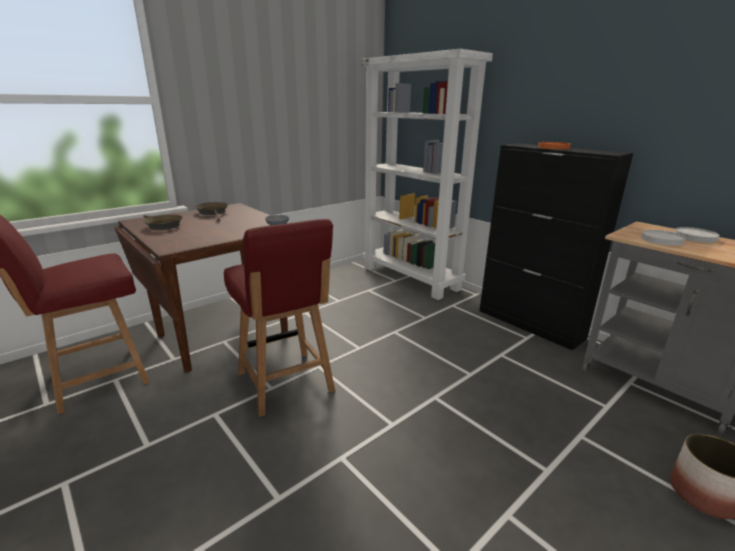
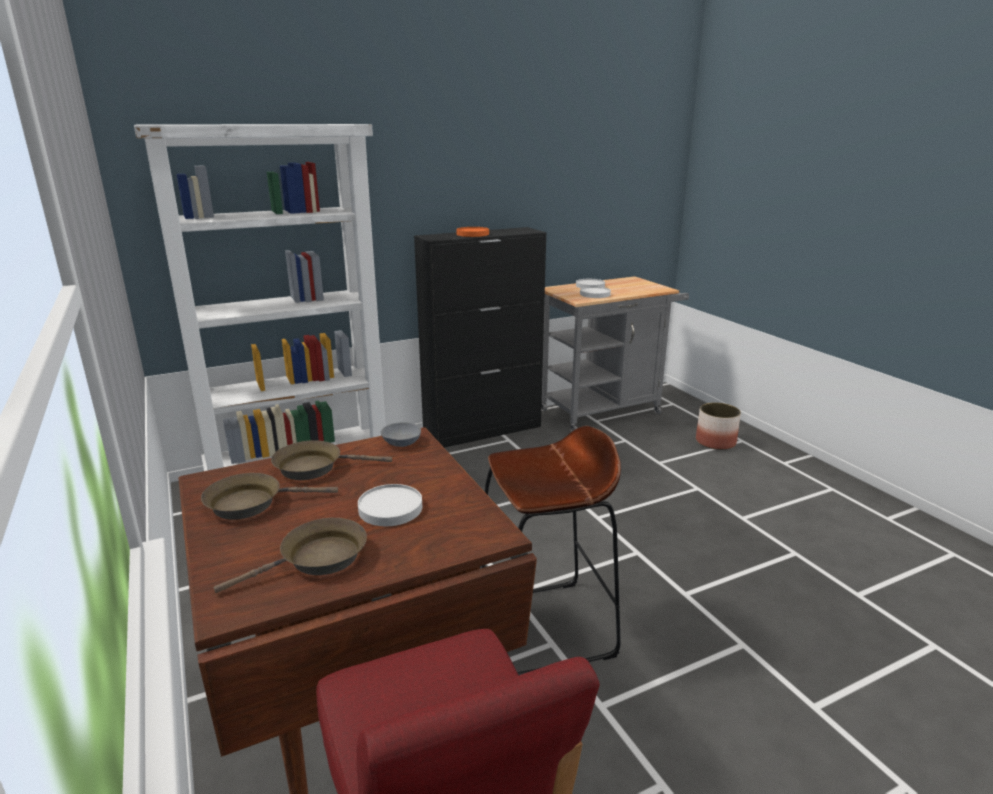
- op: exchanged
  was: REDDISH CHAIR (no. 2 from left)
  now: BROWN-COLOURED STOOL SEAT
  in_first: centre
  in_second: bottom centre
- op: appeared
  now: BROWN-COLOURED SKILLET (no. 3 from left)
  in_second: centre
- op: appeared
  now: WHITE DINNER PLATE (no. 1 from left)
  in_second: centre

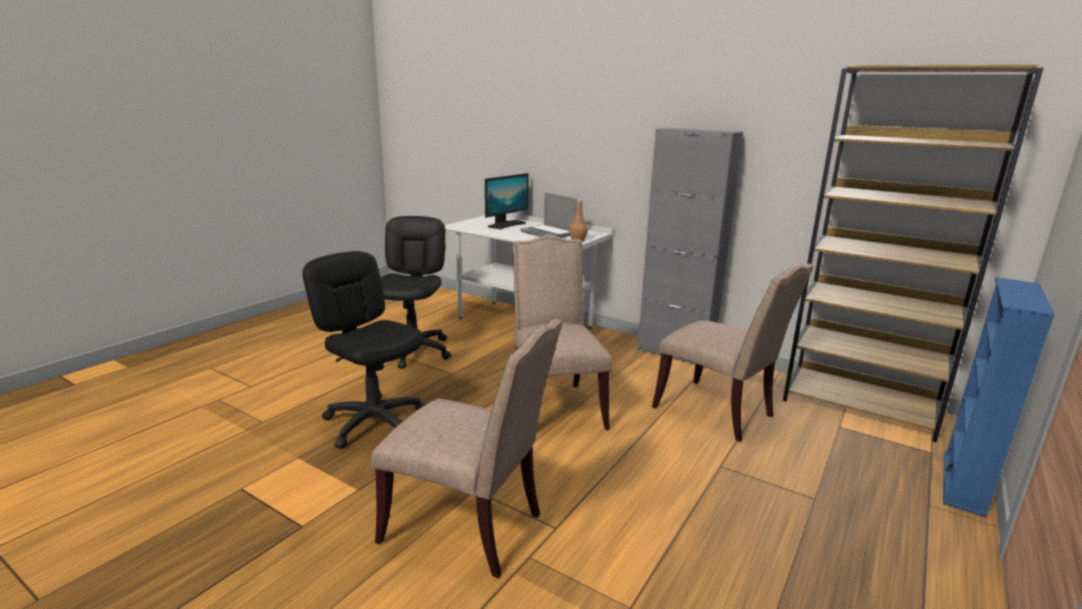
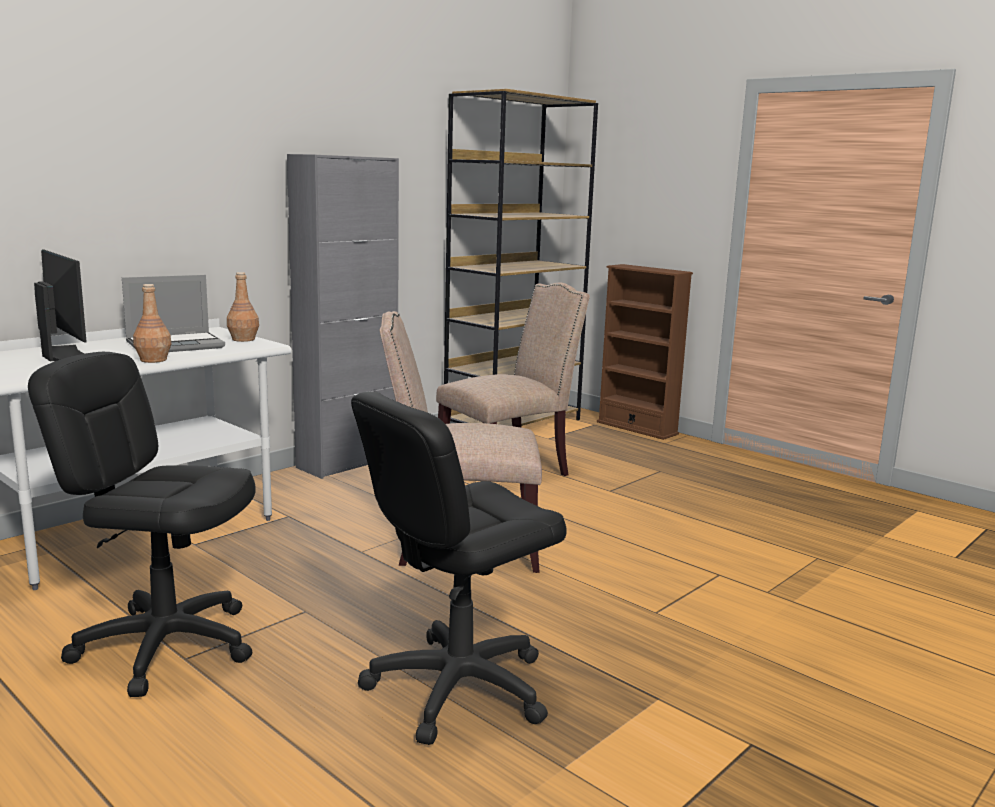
- op: colour
  was: BLUE-COLOURED BOOKCASE
  now: BROWN-COLOURED BOOKCASE (no. 2 from left)
  in_first: middle right
  in_second: centre
- op: missing
  was: BEIGE-COLOURED CHAIR (no. 1 from left)
  in_first: bottom centre
- op: appeared
  now: BROWN-COLOURED BOTTLE (no. 1 from left)
  in_second: middle left

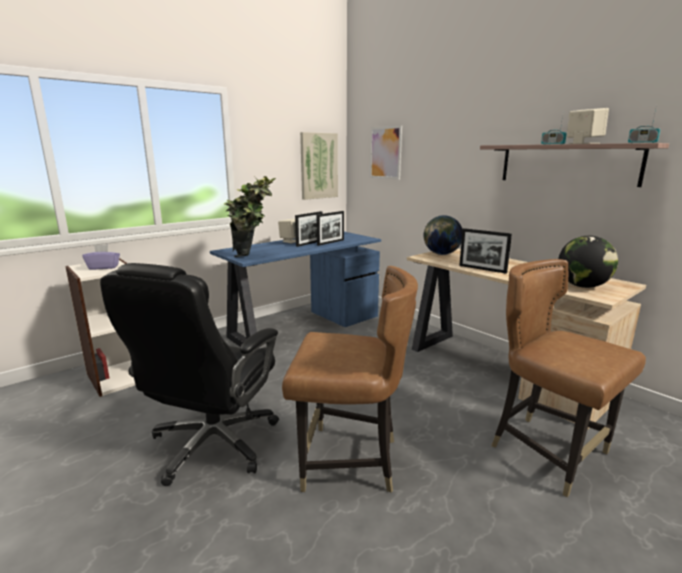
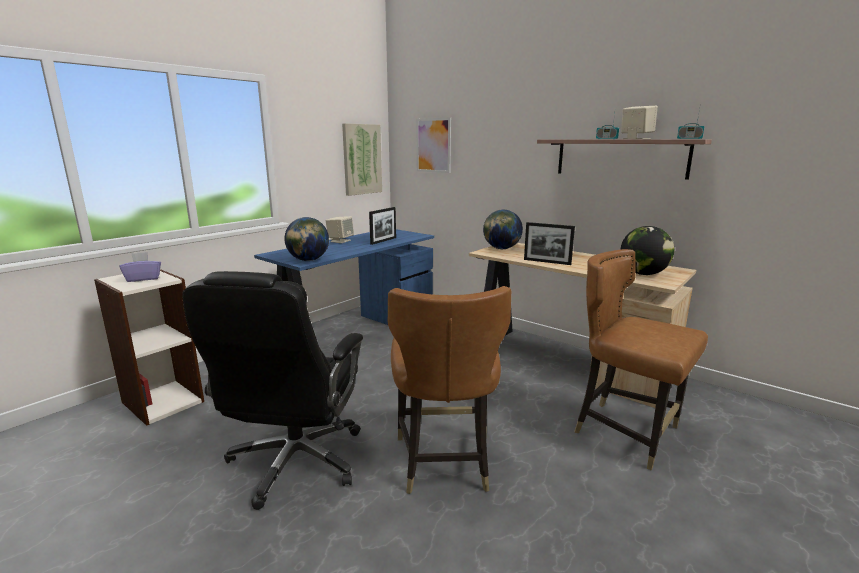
- op: exchanged
  was: POTTED PLANT
  now: WORLD GLOBE (no. 1 from left)
  in_first: centre
  in_second: centre
- op: missing
  was: PICTURE FRAME (no. 1 from left)
  in_first: centre
- op: spun
  was: BROWN-COLOURED CHAIR (no. 1 from left)
  in_first: centre
  in_second: bottom centre
  clockwise: 90

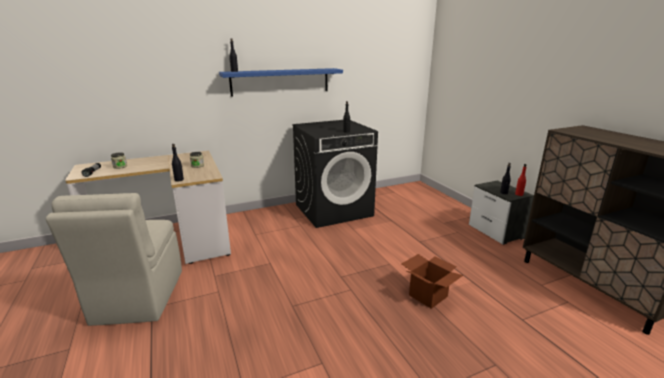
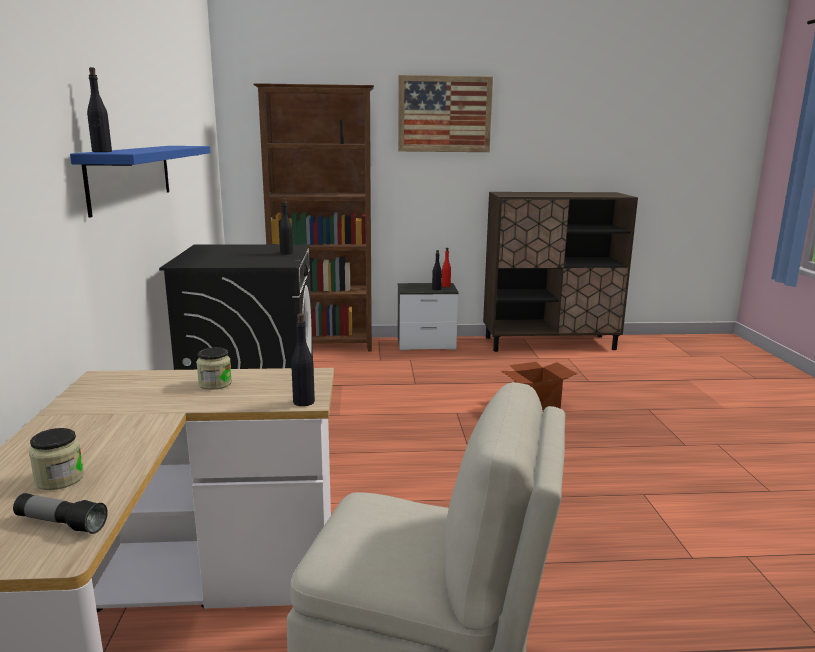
- op: appeared
  now: WALL PICTURE
  in_second: top centre
- op: appeared
  now: BROWN-COLOURED BOOKCASE
  in_second: top centre

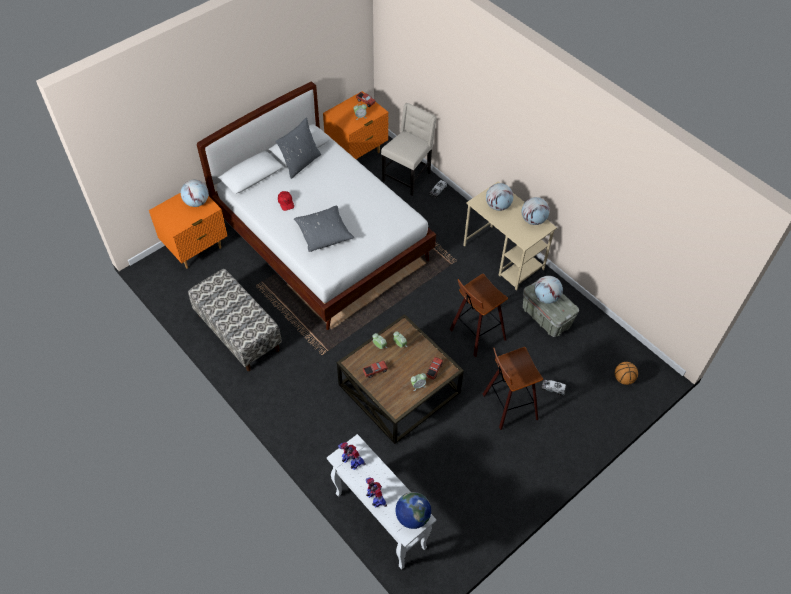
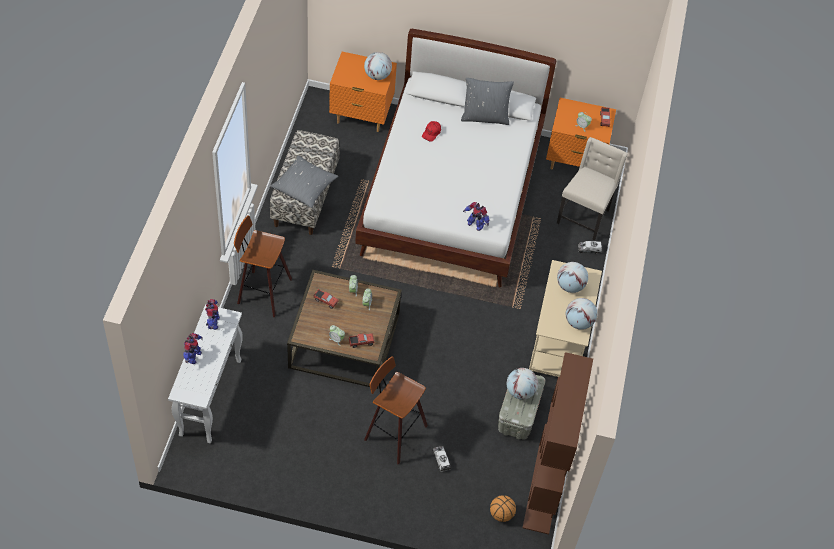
- op: spun
  was: BEIGE-COLOURED CHAIR
  in_first: top centre
  in_second: middle right
  clockwise: -60
- op: relocated
  was: GREY PILLOW (no. 2 from left in the first image)
  now: GREY PILLOW (no. 1 from left)
  in_first: centre
  in_second: top centre
- op: relocated
  was: STOOL SEAT (no. 1 from left)
  in_first: centre
  in_second: middle left
- op: missing
  was: WORLD GLOBE (no. 2 from left)
  in_first: bottom centre
- op: appeared
  now: MODEL ROBOT (no. 3 from left)
  in_second: centre
- op: appeared
  now: BROWN-COLOURED BOOKCASE
  in_second: bottom right

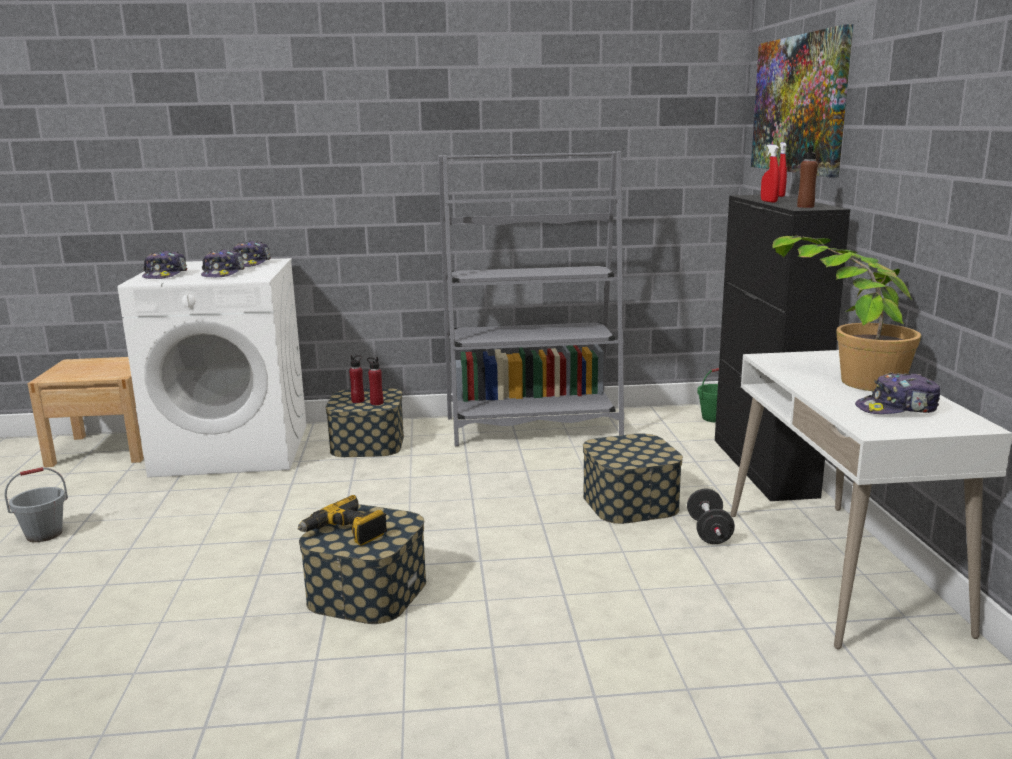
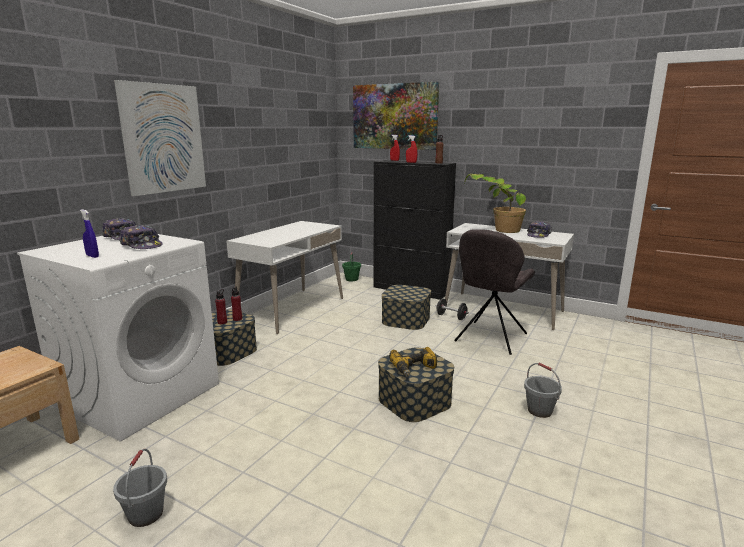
- op: exchanged
  was: GREY BOOKCASE
  now: WHITE DESK (no. 1 from left)
  in_first: centre
  in_second: centre
- op: exchanged
  was: PEAKED CAP (no. 1 from left)
  now: BLUE-COLOURED SPRAY BOTTLE
  in_first: middle left
  in_second: middle left
- op: appeared
  now: WALL PICTURE (no. 1 from left)
  in_second: top left
- op: appeared
  now: GREY CHAIR
  in_second: centre
- op: appeared
  now: GREY BUCKET (no. 2 from left)
  in_second: bottom right

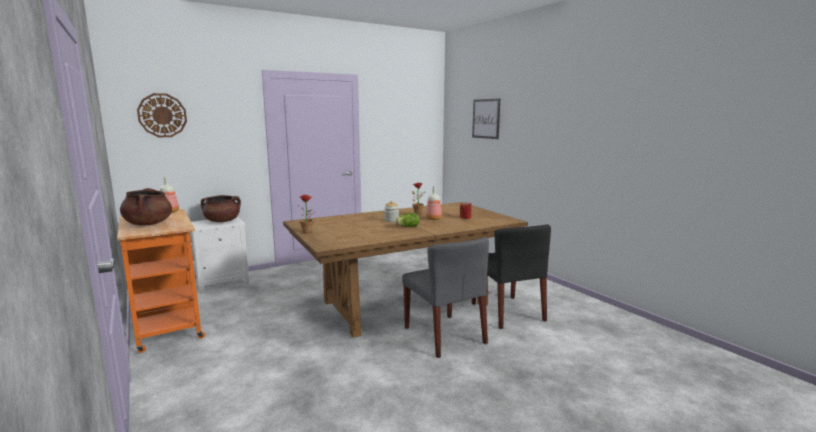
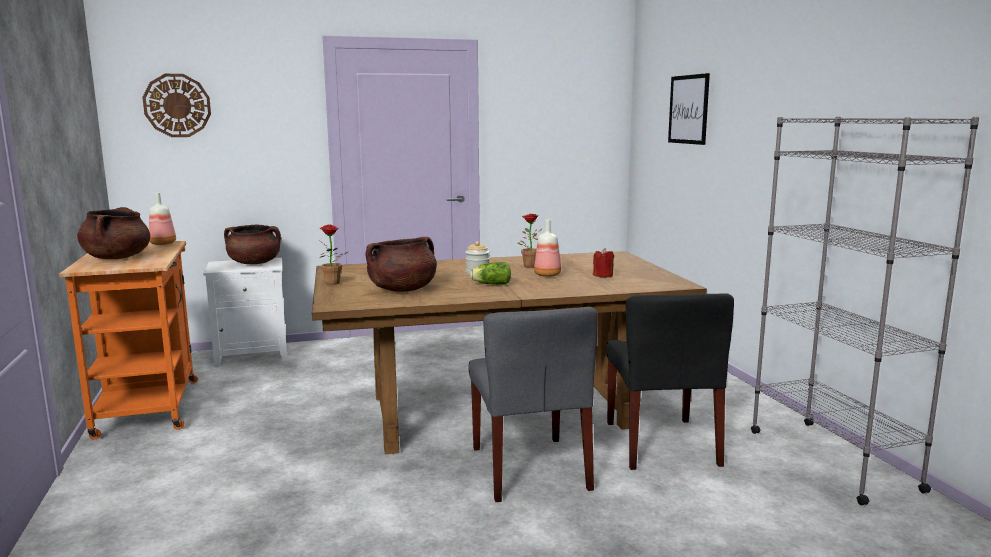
- op: appeared
  now: GREY BOOKCASE
  in_second: middle right
- op: appeared
  now: BROWN-COLOURED COOKING POT (no. 3 from left)
  in_second: centre

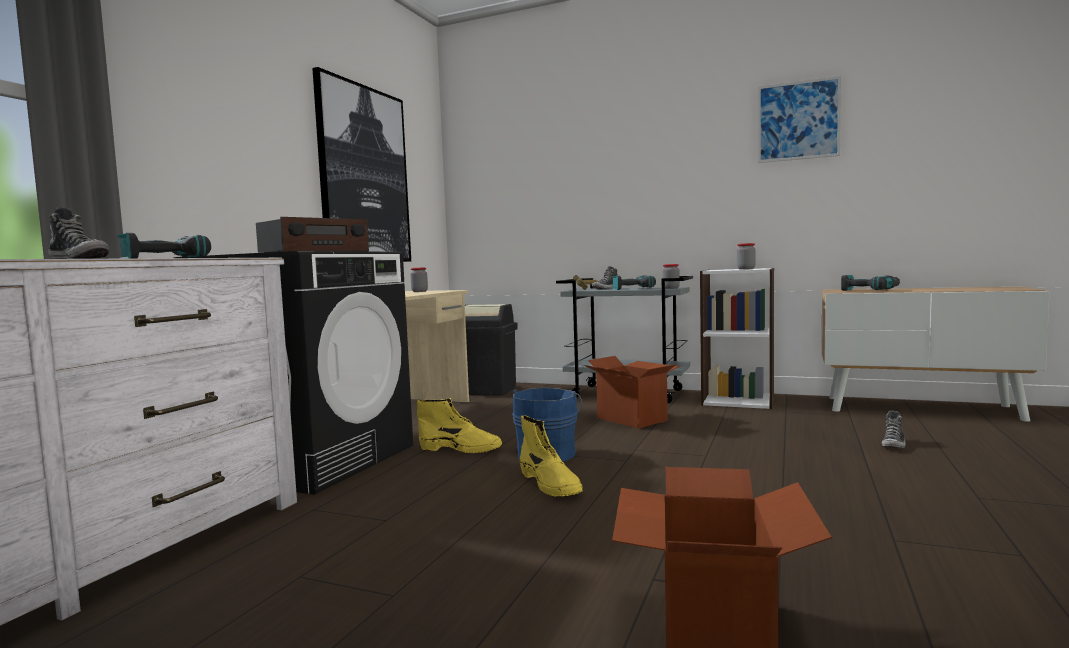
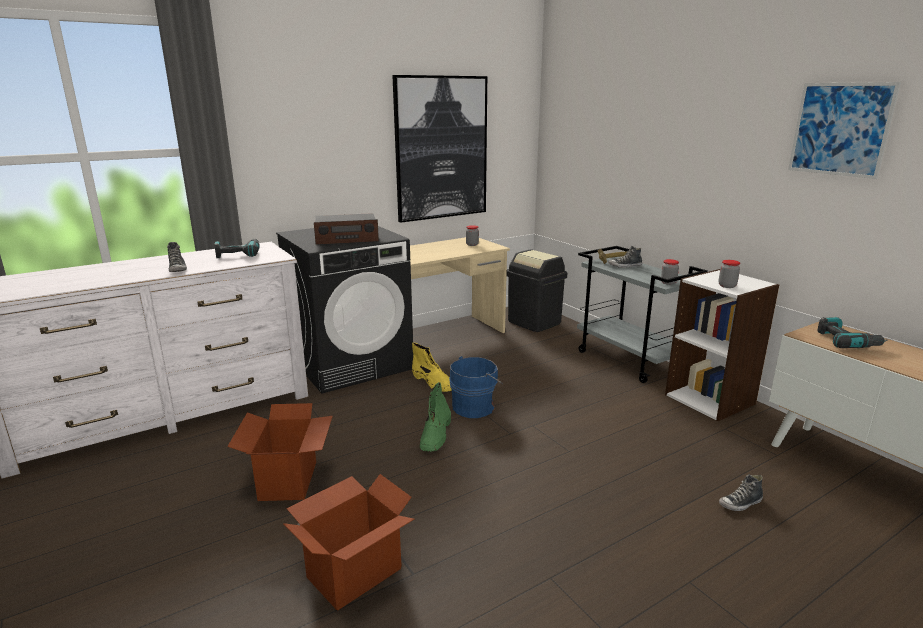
- op: missing
  was: ELECTRIC DRILL (no. 2 from left)
  in_first: centre
- op: relocated
  was: CARDBOARD BOX (no. 1 from left)
  in_first: centre
  in_second: bottom left
- op: colour
  was: YELLOW TALL BOOT (no. 2 from left)
  now: GREEN TALL BOOT
  in_first: bottom centre
  in_second: centre

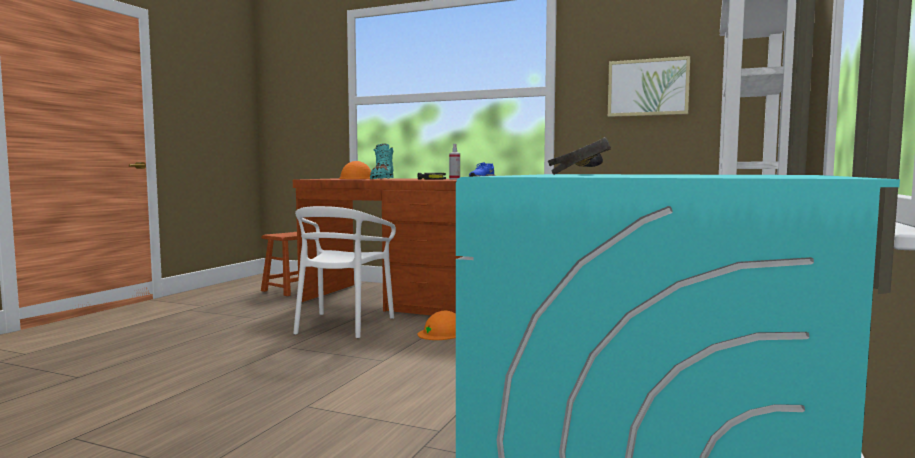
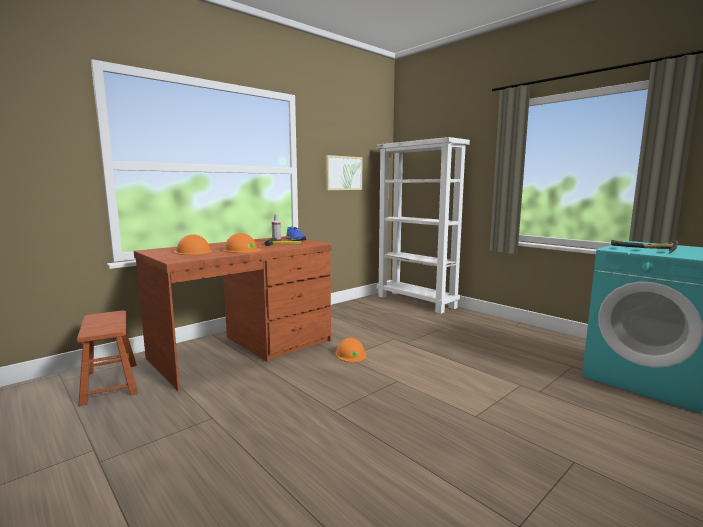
- op: exchanged
  was: TURQUOISE TALL BOOT
  now: ORANGE-COLOURED HARD HAT (no. 2 from left)
  in_first: centre
  in_second: centre
- op: missing
  was: WHITE CHAIR
  in_first: centre

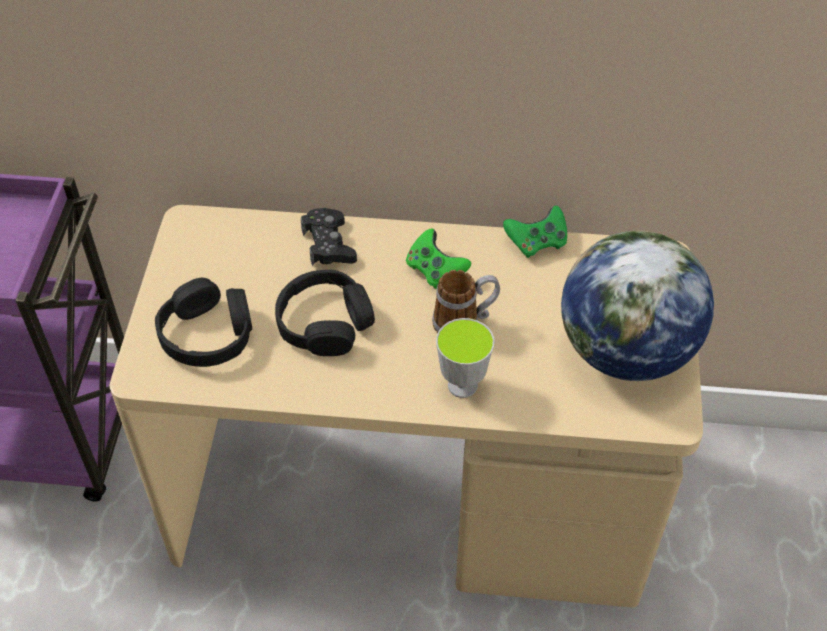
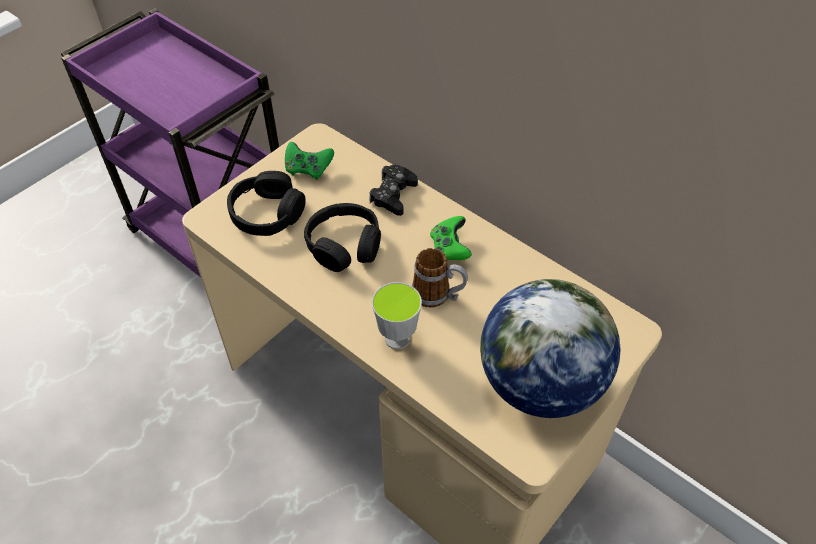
- op: relocated
  was: GREEN GAMEPAD (no. 2 from left in the first image)
  now: GREEN GAMEPAD (no. 1 from left)
  in_first: centre
  in_second: top centre

